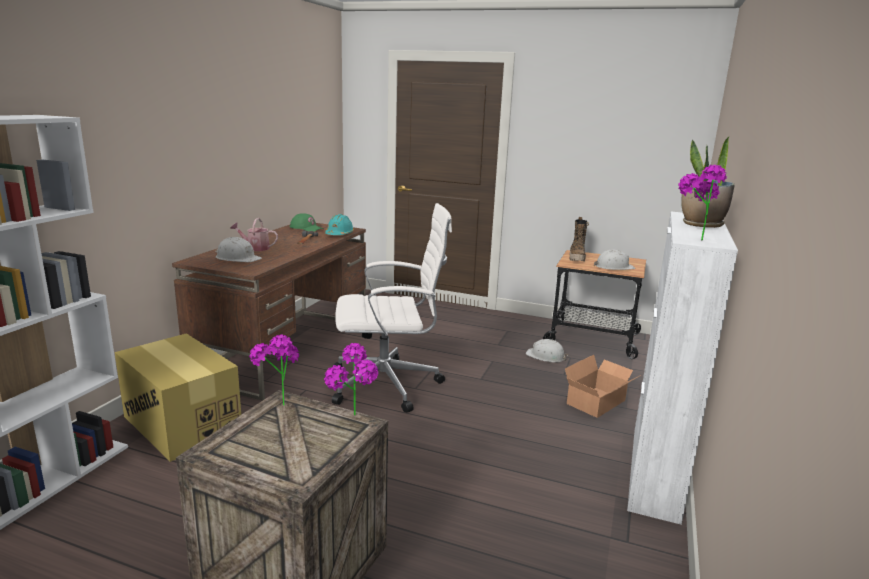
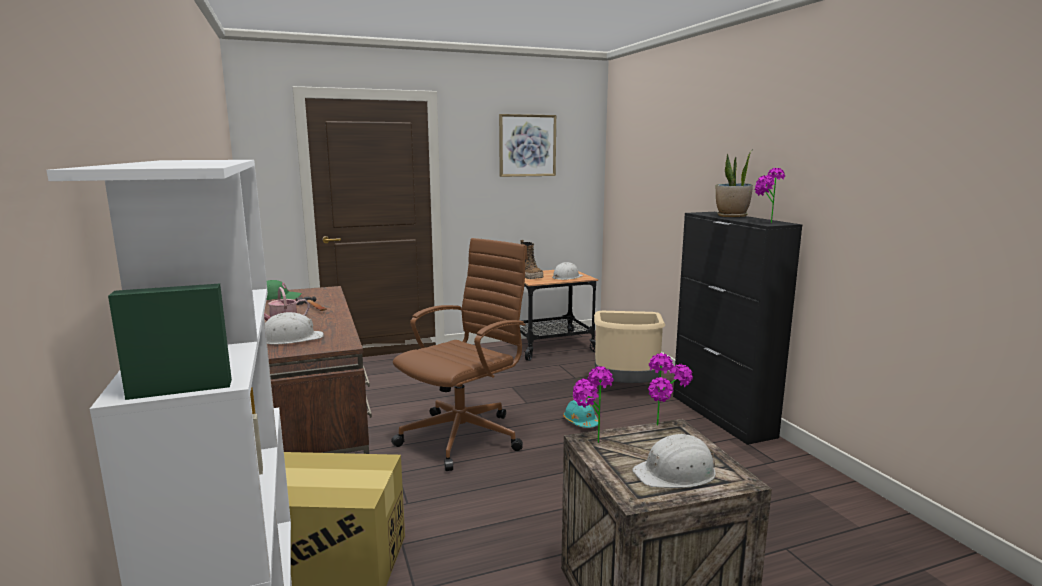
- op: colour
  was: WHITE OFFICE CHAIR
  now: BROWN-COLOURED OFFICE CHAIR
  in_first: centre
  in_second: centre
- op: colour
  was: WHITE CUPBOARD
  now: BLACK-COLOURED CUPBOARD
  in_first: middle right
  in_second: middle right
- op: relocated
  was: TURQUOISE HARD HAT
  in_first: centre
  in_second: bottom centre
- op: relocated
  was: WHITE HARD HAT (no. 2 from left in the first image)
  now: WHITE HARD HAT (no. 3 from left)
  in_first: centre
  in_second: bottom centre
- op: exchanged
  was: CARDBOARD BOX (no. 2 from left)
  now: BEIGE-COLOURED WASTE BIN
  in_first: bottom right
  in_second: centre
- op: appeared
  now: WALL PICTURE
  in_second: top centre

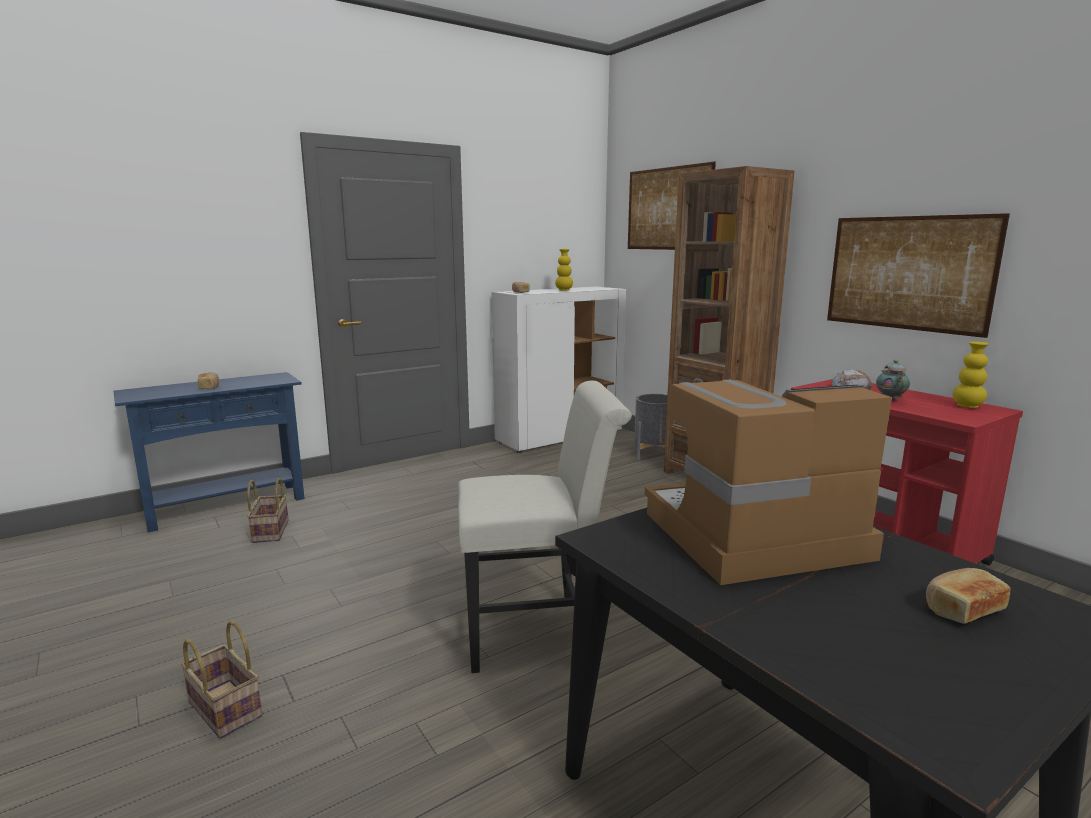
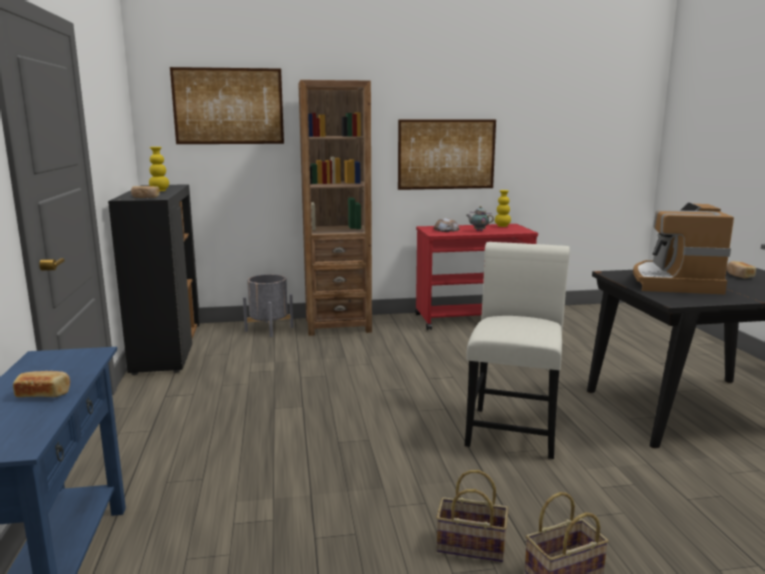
- op: colour
  was: WHITE CUPBOARD
  now: BLACK-COLOURED CUPBOARD
  in_first: centre
  in_second: middle left
- op: relocated
  was: HOUSEHOLD BASKET (no. 2 from left in the first image)
  now: HOUSEHOLD BASKET (no. 1 from left)
  in_first: middle left
  in_second: bottom centre

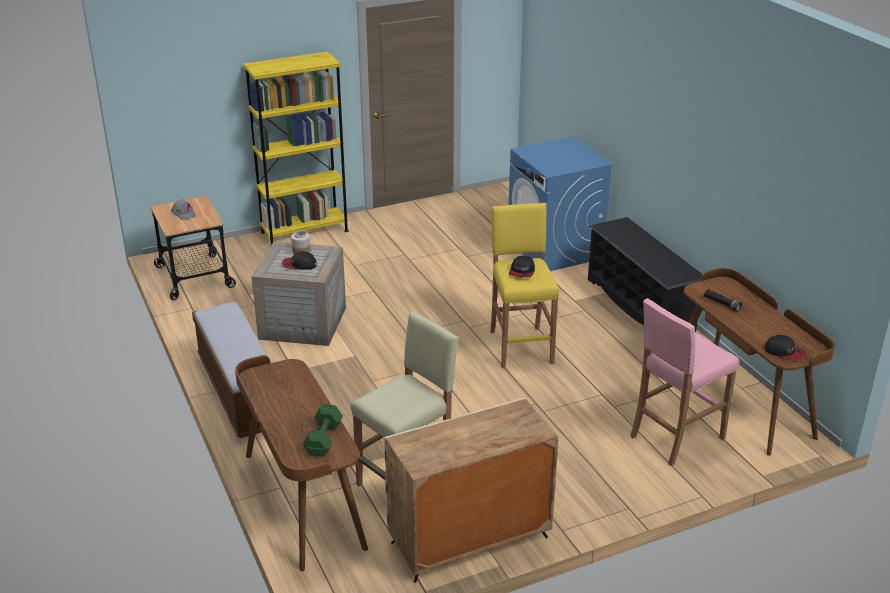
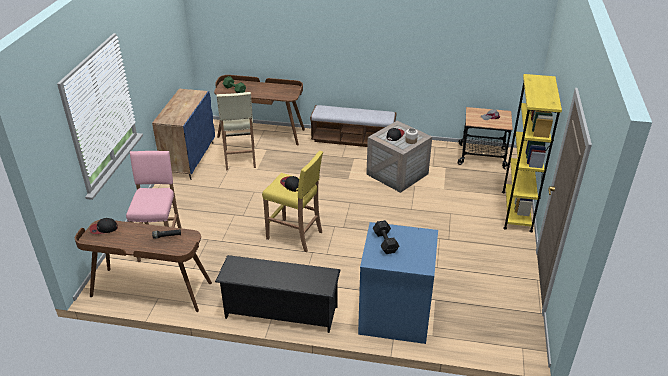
- op: colour
  was: BEIGE-COLOURED CUPBOARD
  now: BLUE-COLOURED CUPBOARD
  in_first: bottom centre
  in_second: middle left
- op: appeared
  now: BLACK-COLOURED DUMBBELL
  in_second: centre

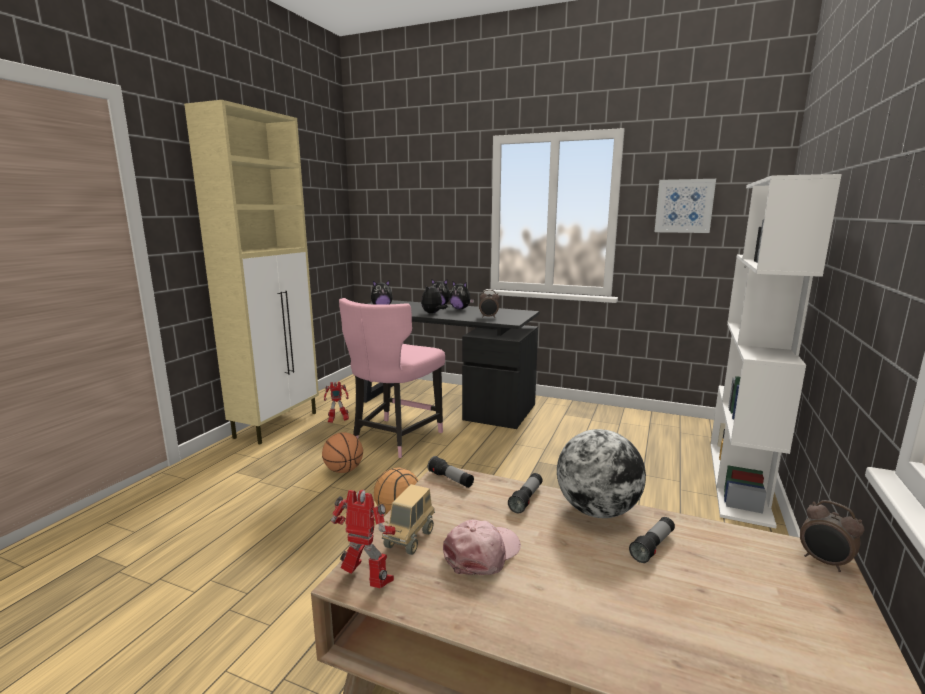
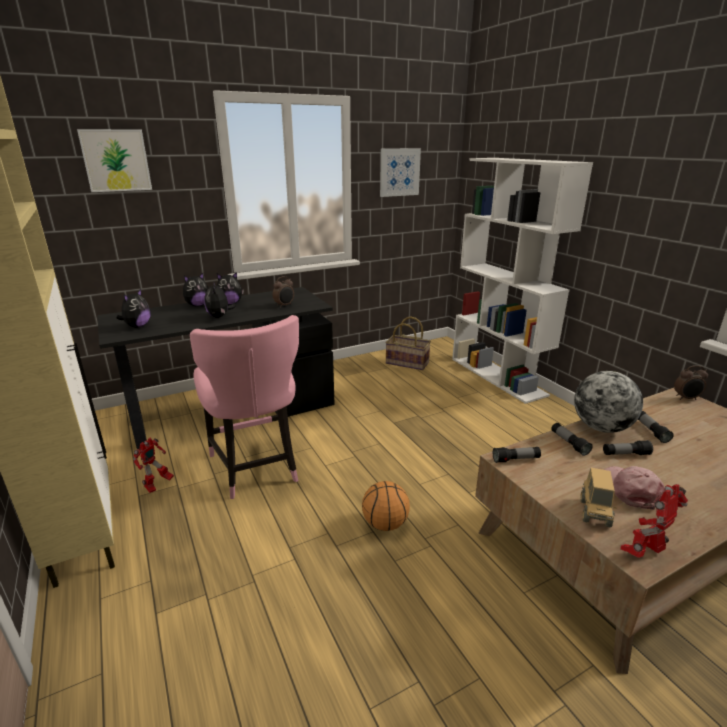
- op: missing
  was: BASKETBALL BALL (no. 1 from left)
  in_first: centre
- op: spun
  was: TOY LORRY
  in_first: bottom centre
  in_second: bottom right
  clockwise: 45
- op: appeared
  now: WALL PICTURE (no. 1 from left)
  in_second: top left
- op: appeared
  now: HOUSEHOLD BASKET
  in_second: centre
- op: appeared
  now: TORCH (no. 3 from left)
  in_second: middle right

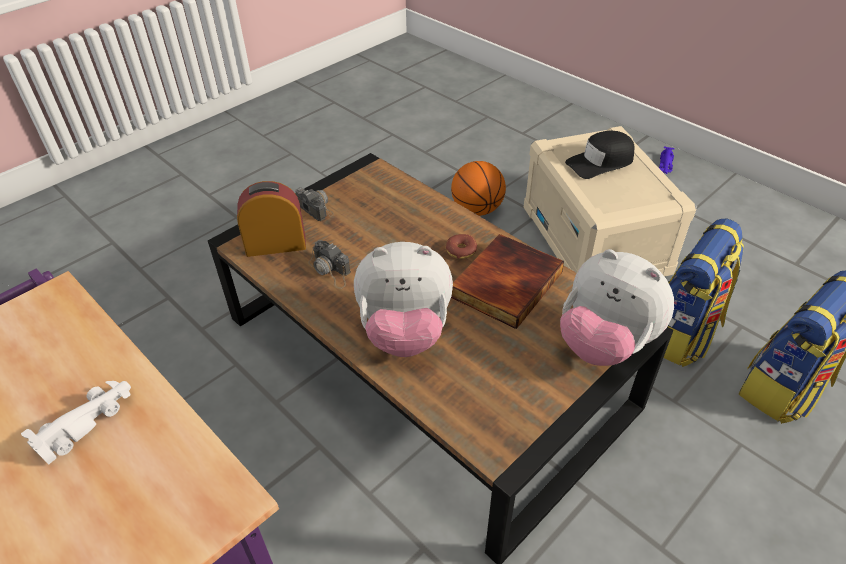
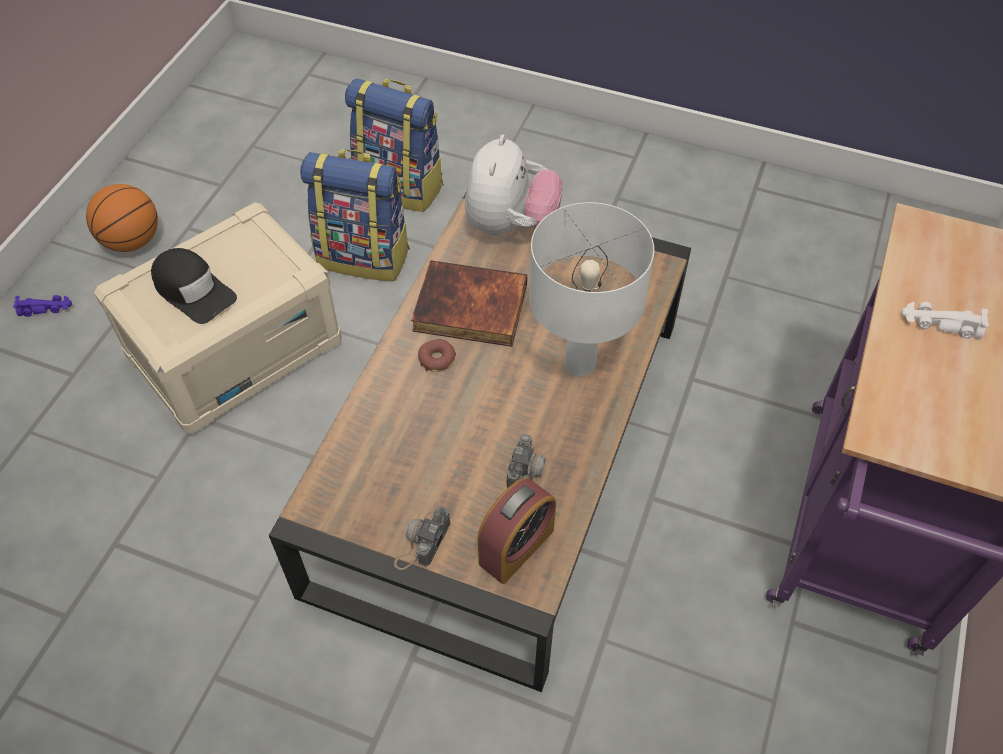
- op: relocated
  was: BASKETBALL BALL
  in_first: centre
  in_second: top left
- op: spun
  was: ALARM CLOCK
  in_first: middle left
  in_second: bottom centre
  clockwise: -105
- op: exchanged
  was: PLUSH TOY (no. 1 from left)
  now: WHITE LAMP FOR A TABLE
  in_first: centre
  in_second: centre

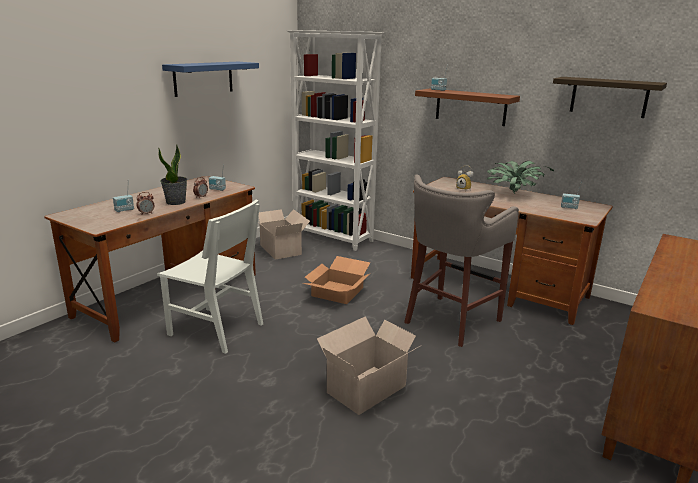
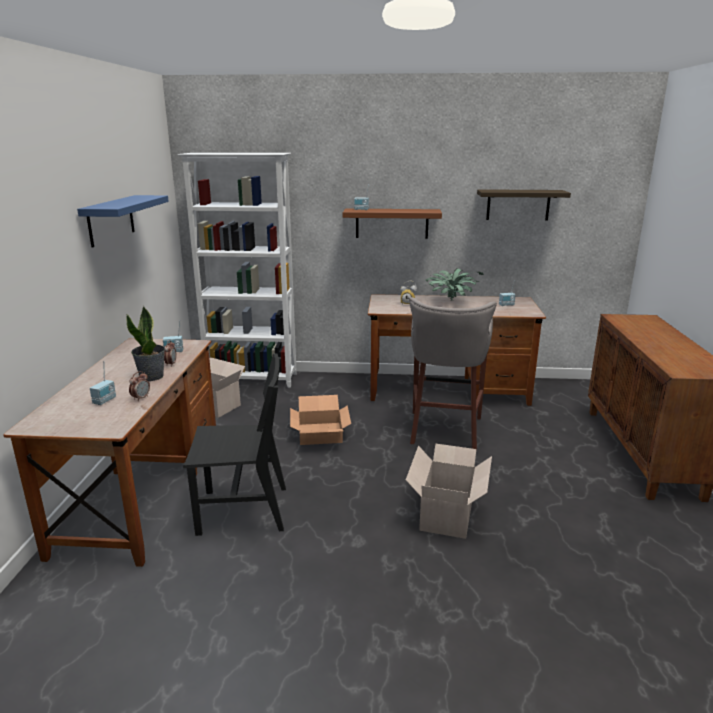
- op: colour
  was: WHITE CHAIR
  now: BLACK-COLOURED CHAIR
  in_first: middle left
  in_second: middle left

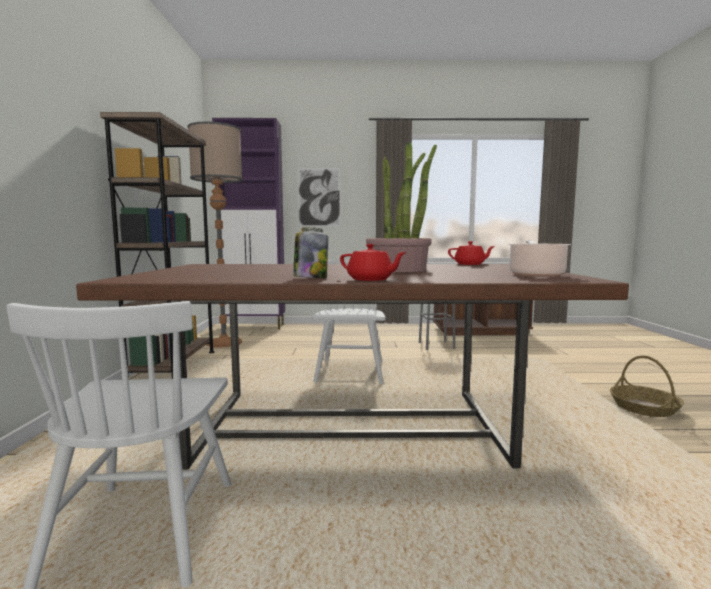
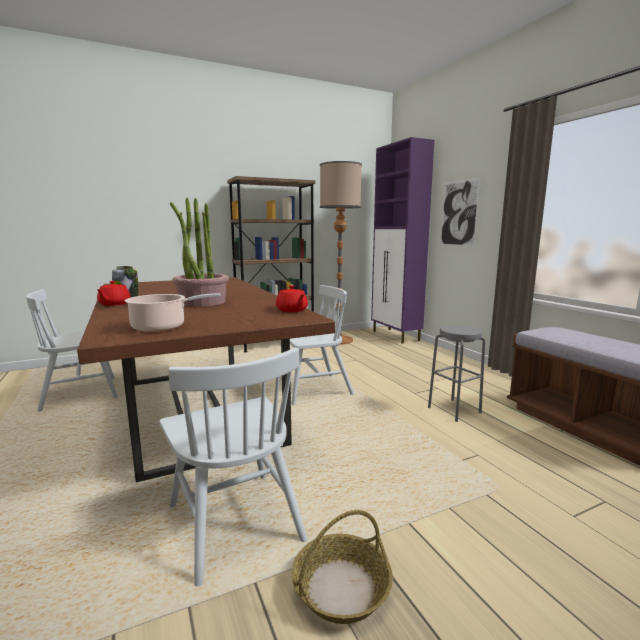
- op: appeared
  now: WHITE CHAIR (no. 2 from left)
  in_second: bottom centre

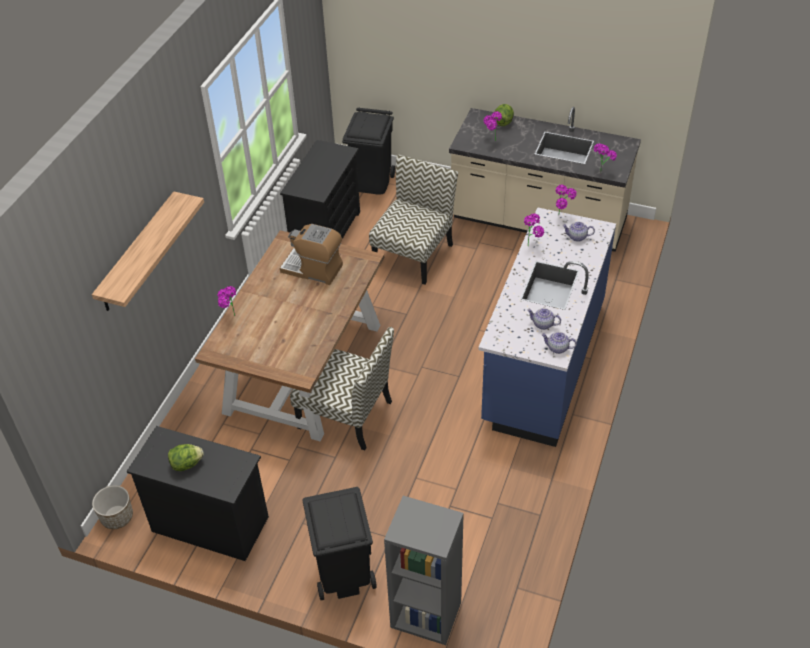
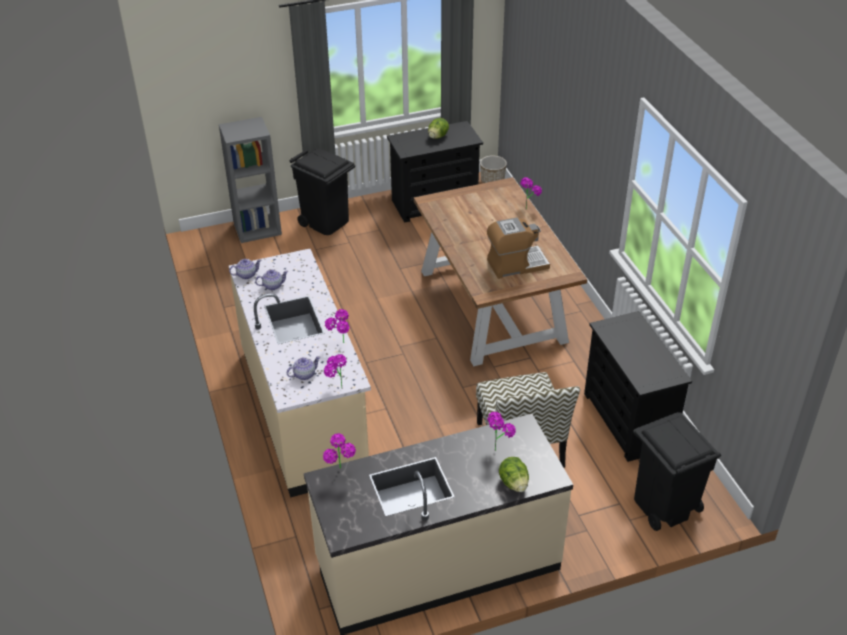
- op: missing
  was: SHELF
  in_first: middle left
- op: colour
  was: BLUE-COLOURED KITCHEN BASE UNIT
  now: BEIGE-COLOURED KITCHEN BASE UNIT (no. 1 from left)
  in_first: middle right
  in_second: centre
- op: missing
  was: CHAIR (no. 1 from left)
  in_first: centre

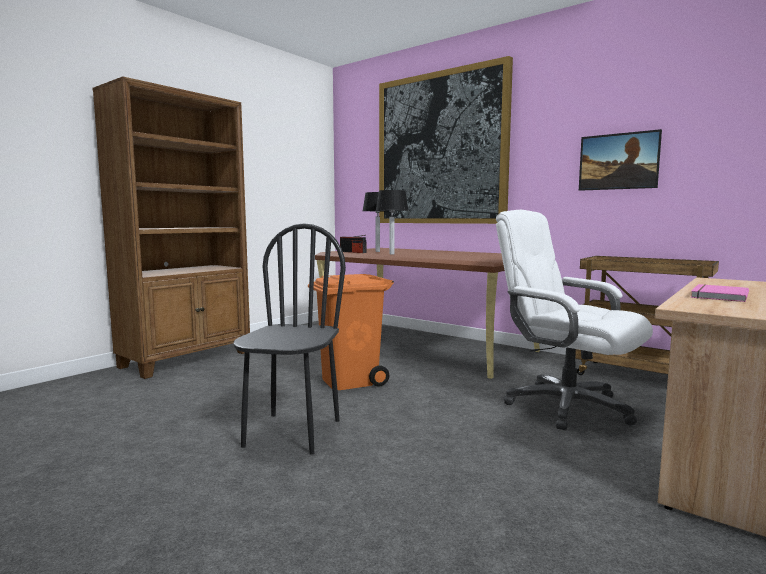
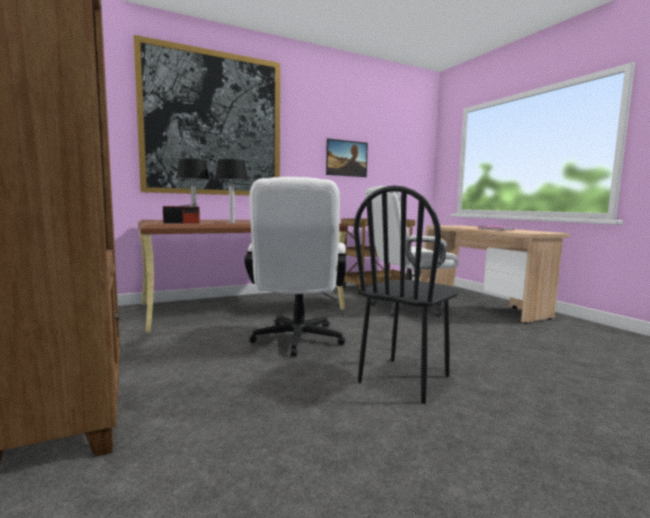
- op: spun
  was: BLACK-COLOURED CHAIR
  in_first: centre
  in_second: centre
  clockwise: -90
- op: exchanged
  was: ORANGE-COLOURED WASTE BIN
  now: WHITE OFFICE CHAIR (no. 1 from left)
  in_first: centre
  in_second: centre

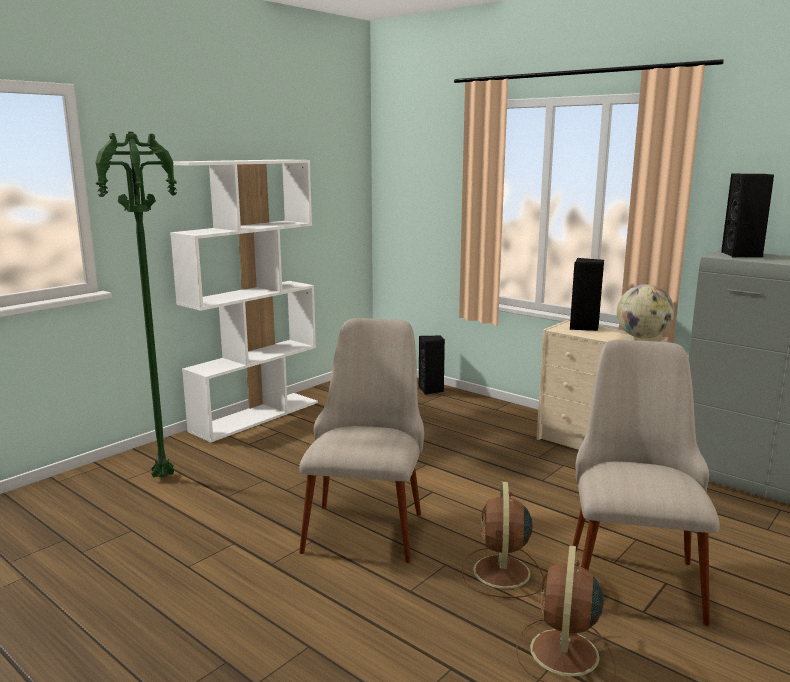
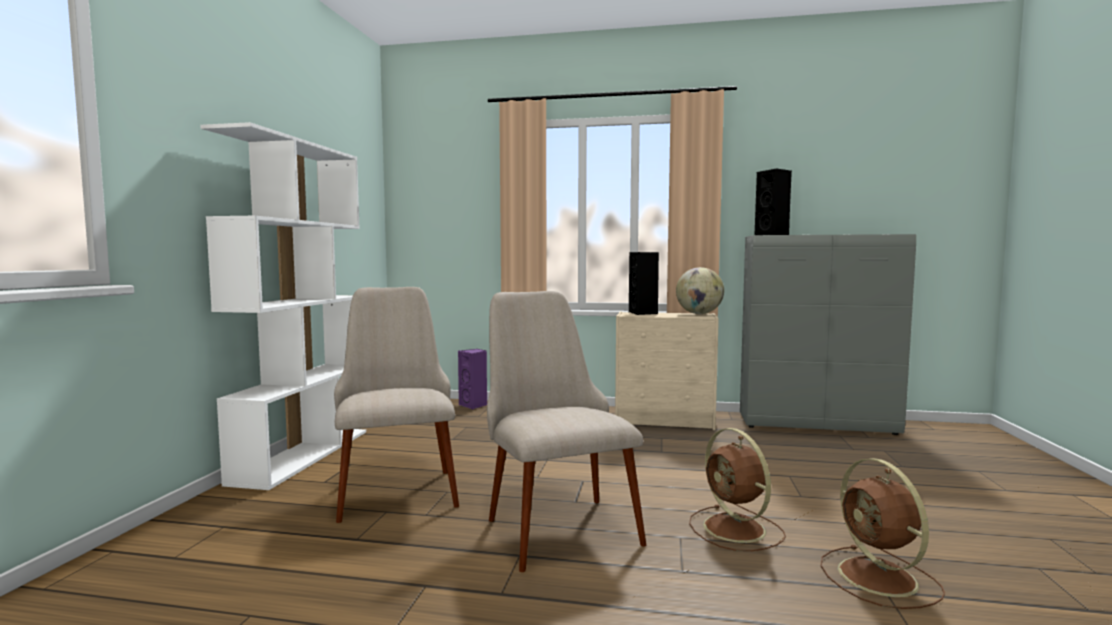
- op: missing
  was: GREEN STANDARD LAMP
  in_first: middle left
- op: colour
  was: BLACK-COLOURED AUDIO SPEAKER (no. 1 from left)
  now: PURPLISH AUDIO SPEAKER
  in_first: centre
  in_second: centre
- op: relocated
  was: BEIGE-COLOURED CHAIR (no. 2 from left in the first image)
  now: BEIGE-COLOURED CHAIR (no. 1 from left)
  in_first: bottom right
  in_second: centre

